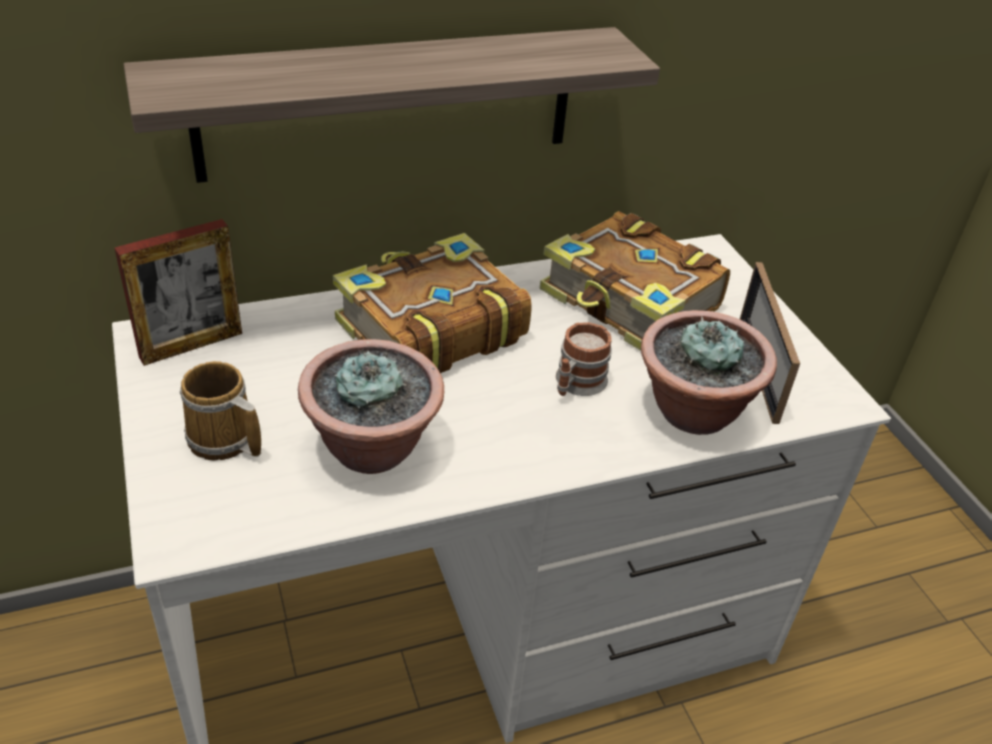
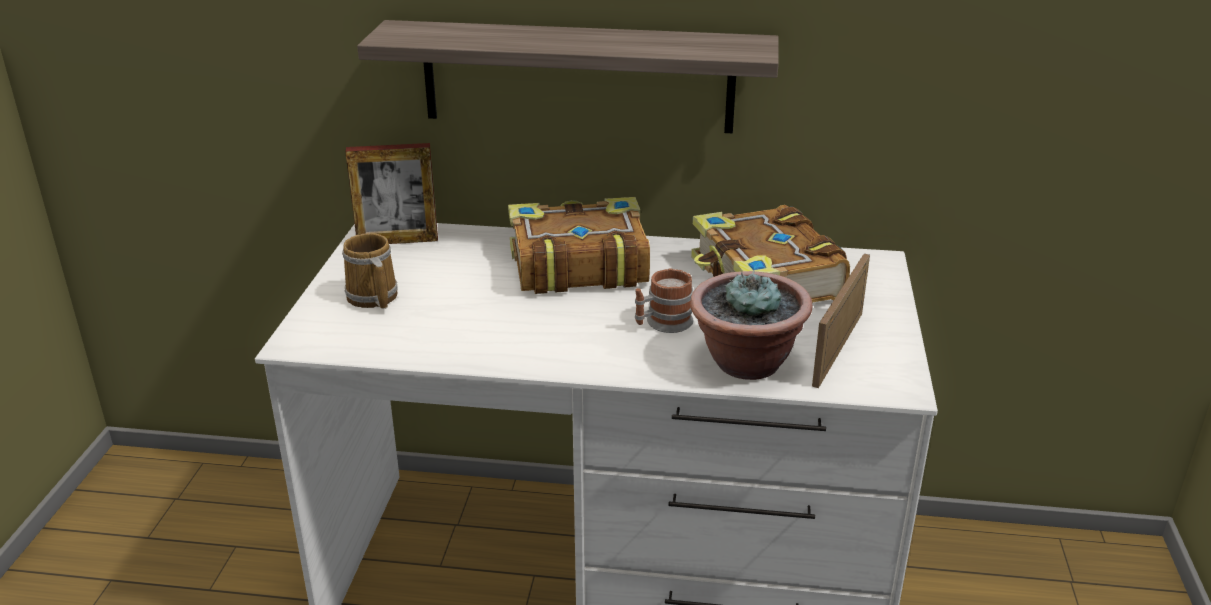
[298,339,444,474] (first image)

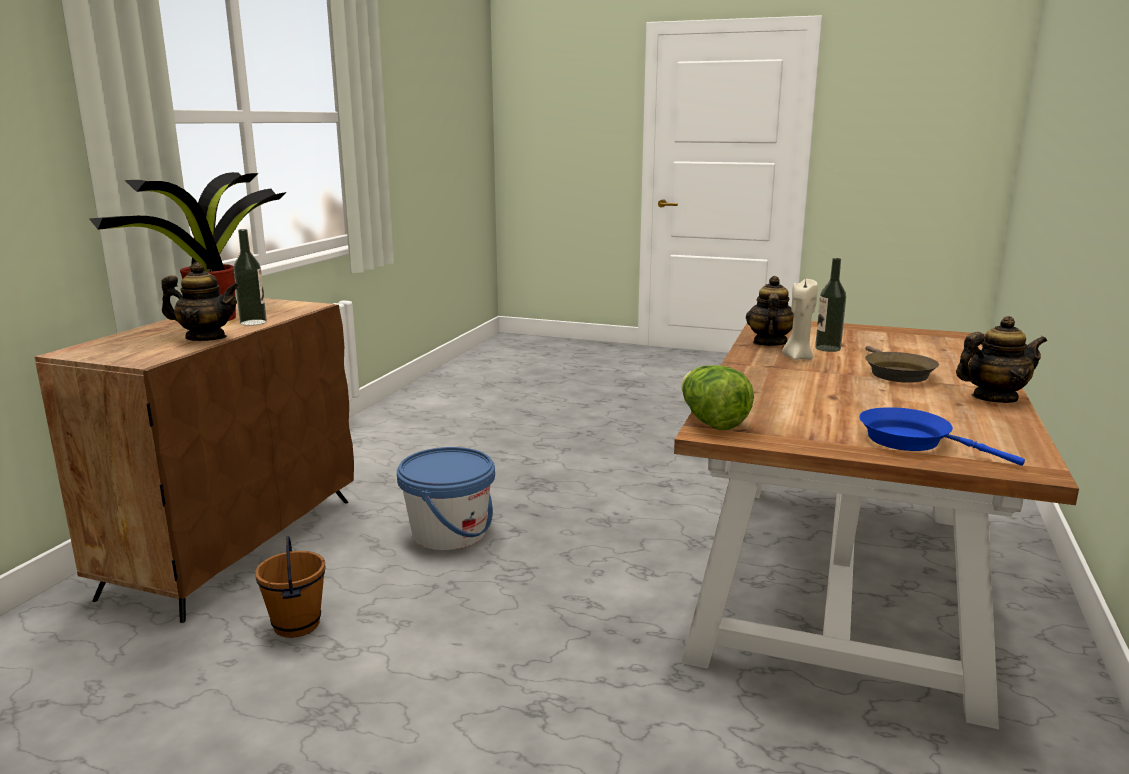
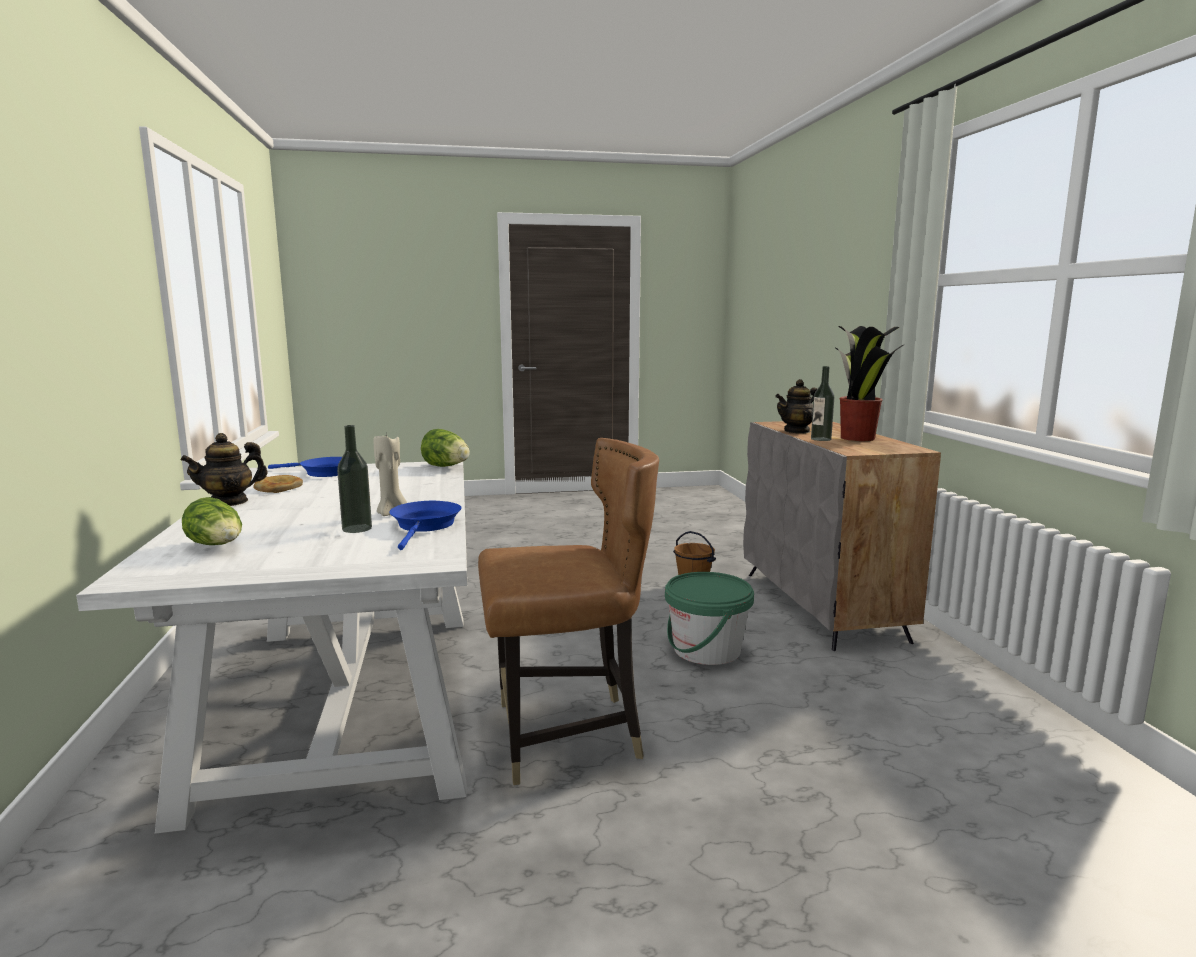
[76,462,467,834]
[182,497,242,545]
[253,475,303,493]
[389,501,462,550]
[478,438,659,785]
[665,572,754,665]
[743,421,941,651]
[865,346,939,383] (first image)

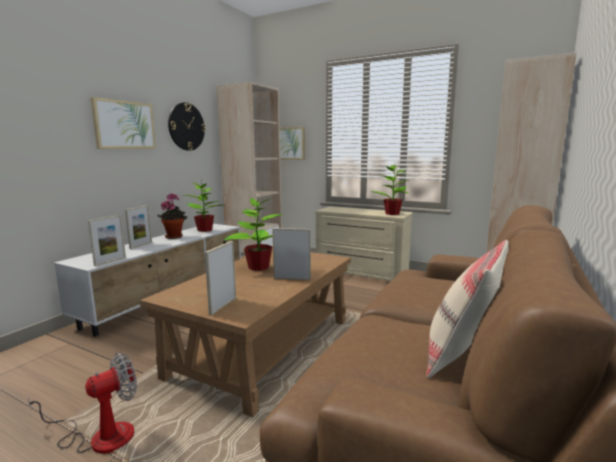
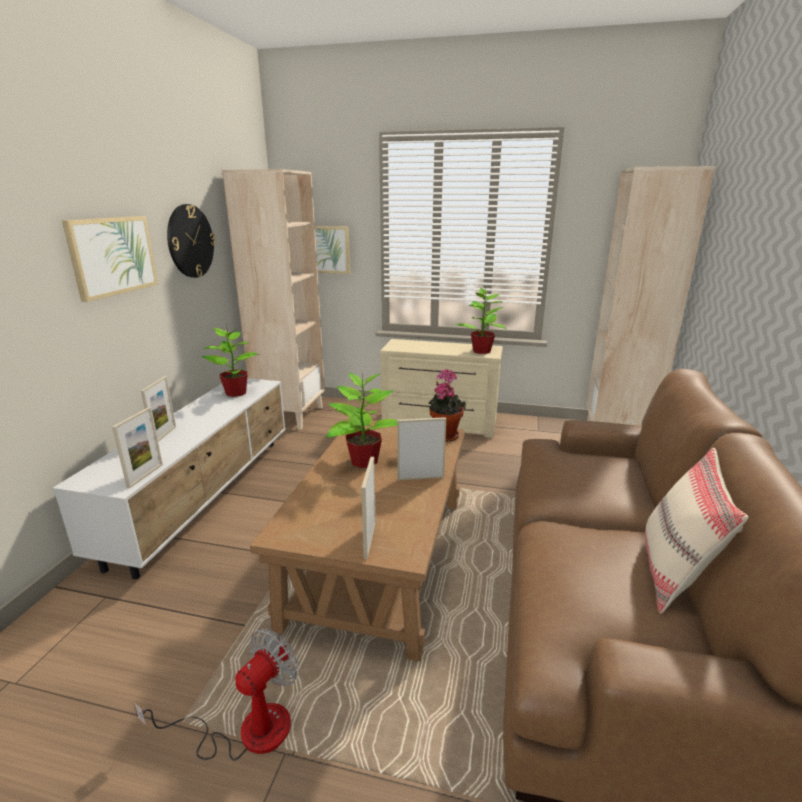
[429,369,466,442]

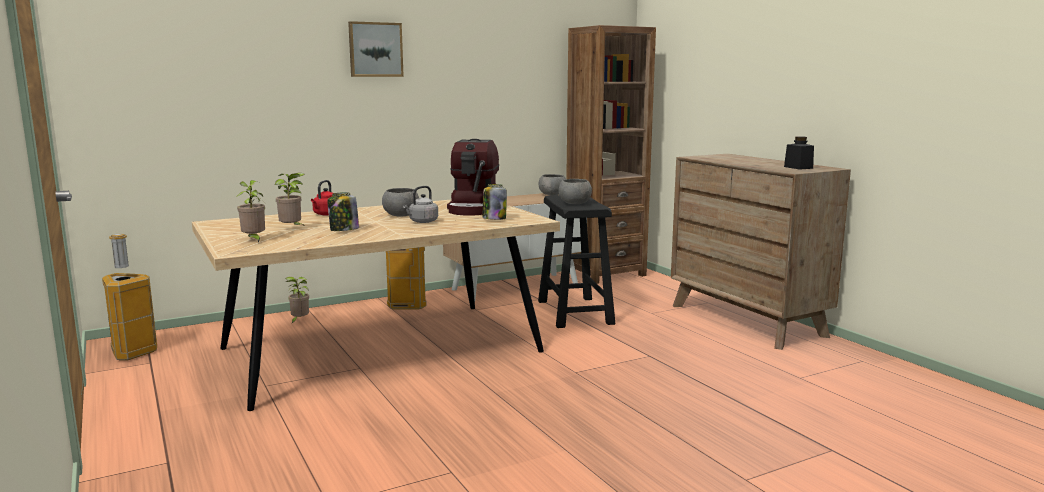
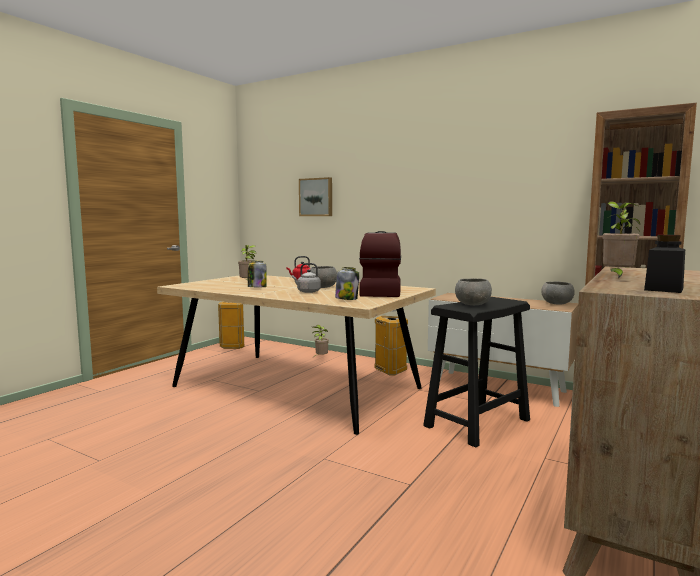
[299,177,332,216]
[360,231,401,297]
[603,201,640,279]

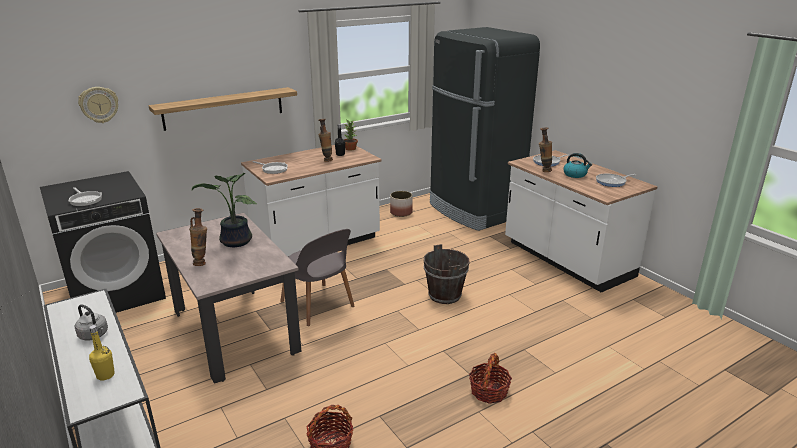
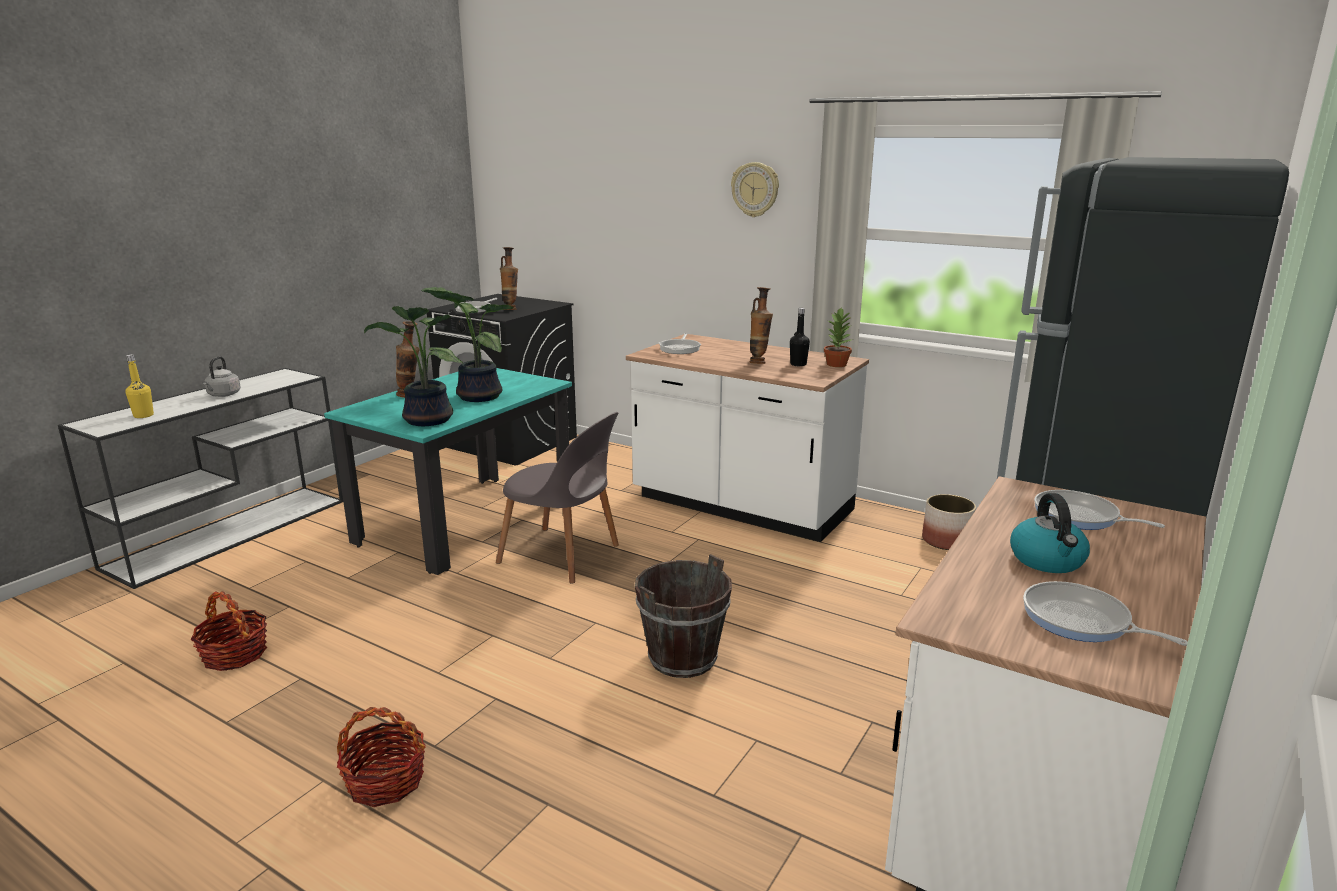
[324,368,572,575]
[364,306,463,426]
[496,412,619,584]
[500,247,518,310]
[731,162,779,217]
[148,87,297,131] (first image)

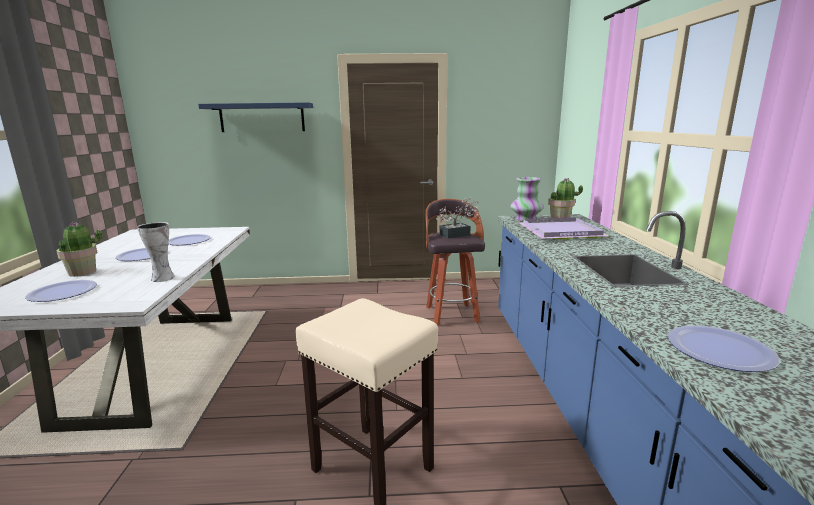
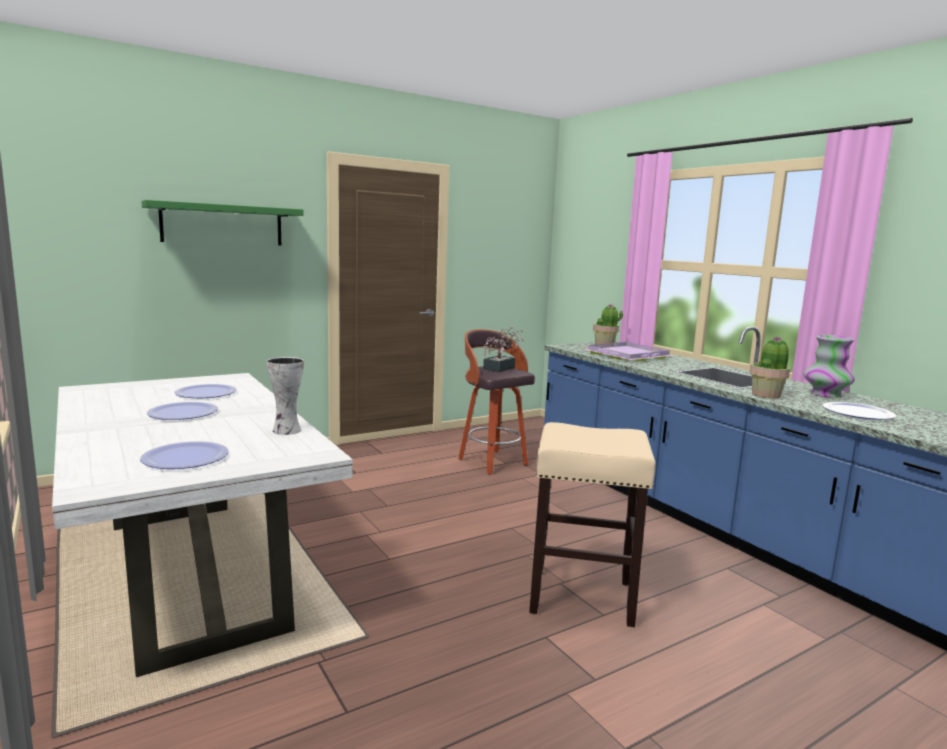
[141,200,304,246]
[749,336,790,399]
[804,335,855,398]

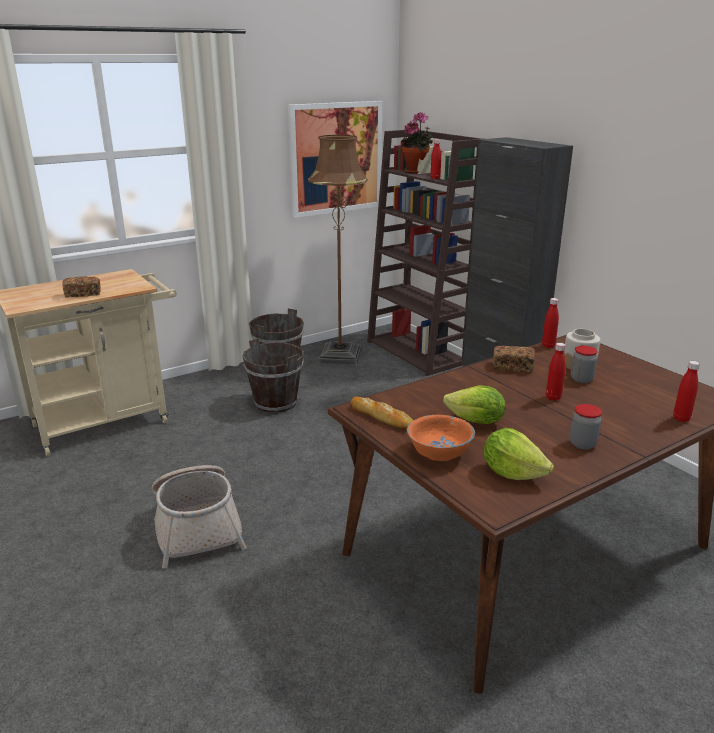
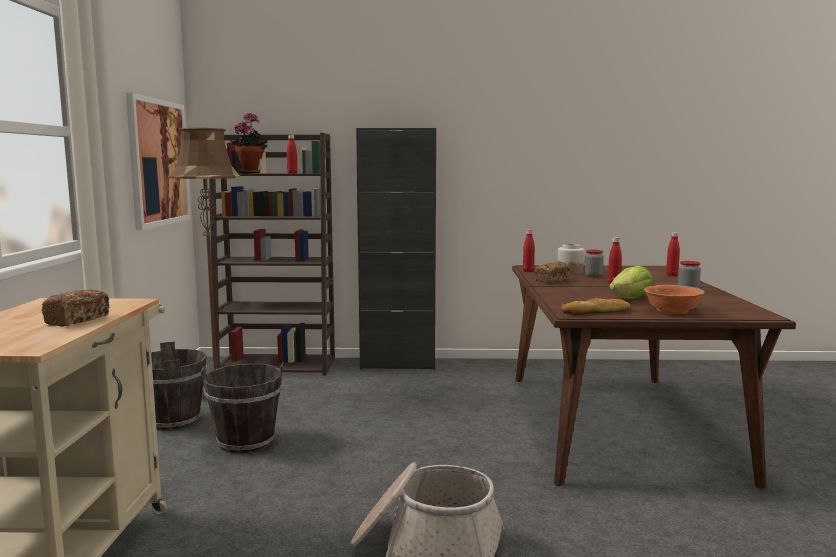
[483,428,554,480] (first image)

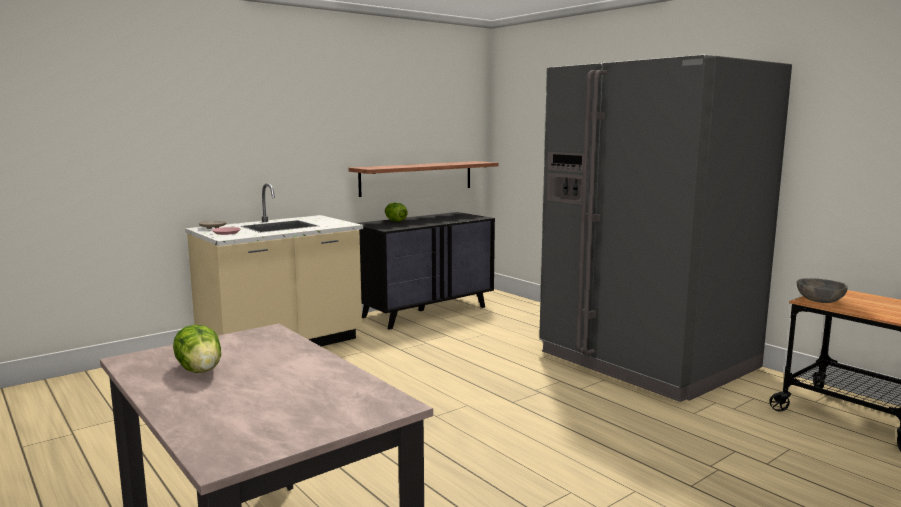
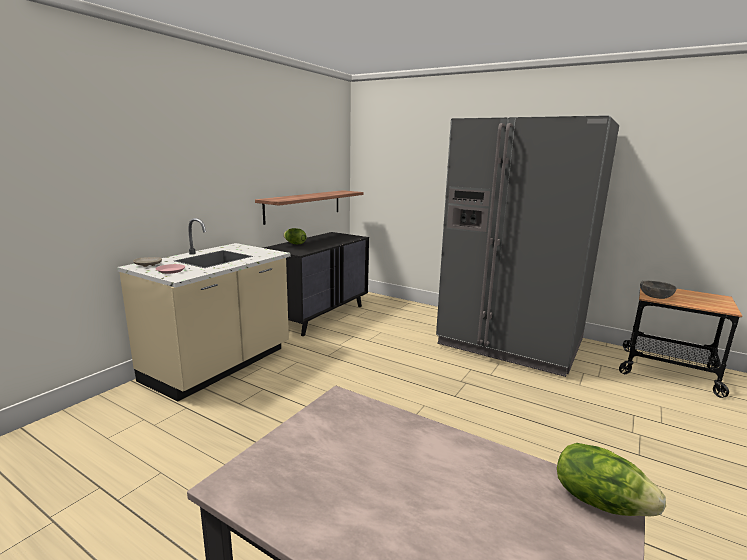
[557,443,666,517]

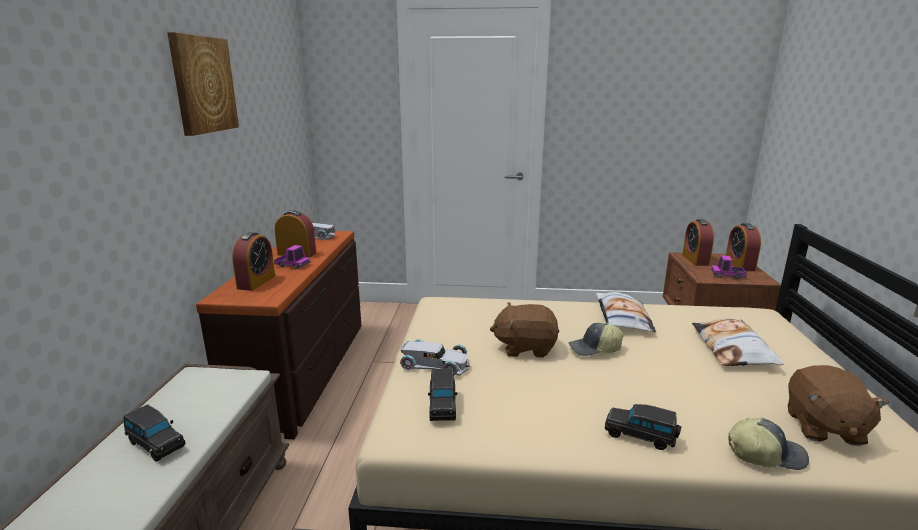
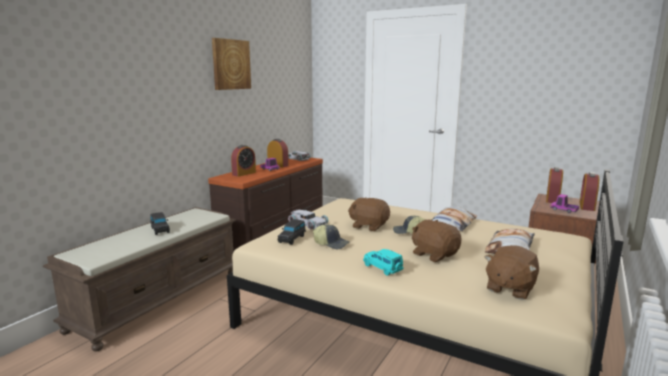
[313,224,350,249]
[363,249,404,276]
[412,220,462,262]

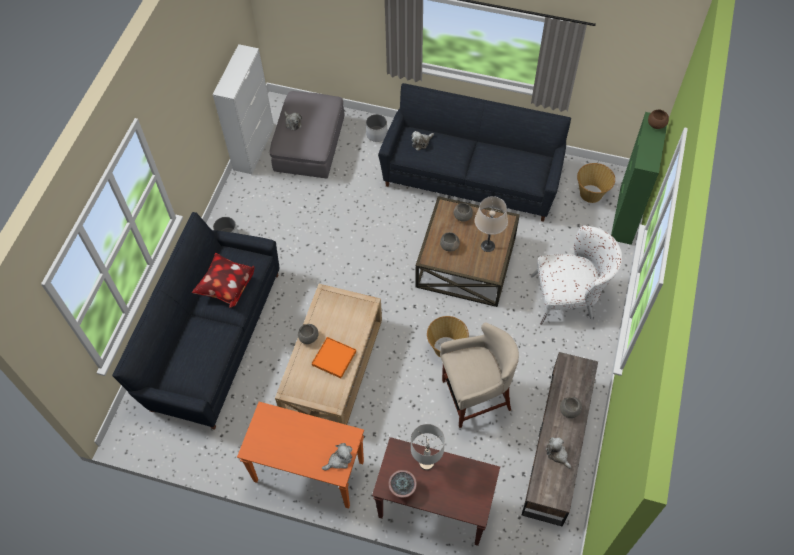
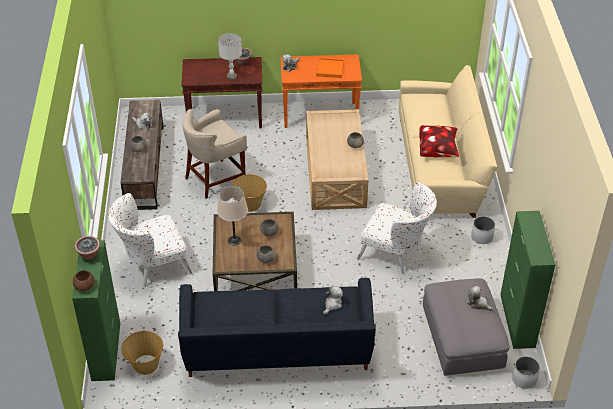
[75,236,100,260]
[316,58,344,78]
[357,182,437,274]
[399,65,497,218]
[500,211,555,349]
[512,356,540,388]

